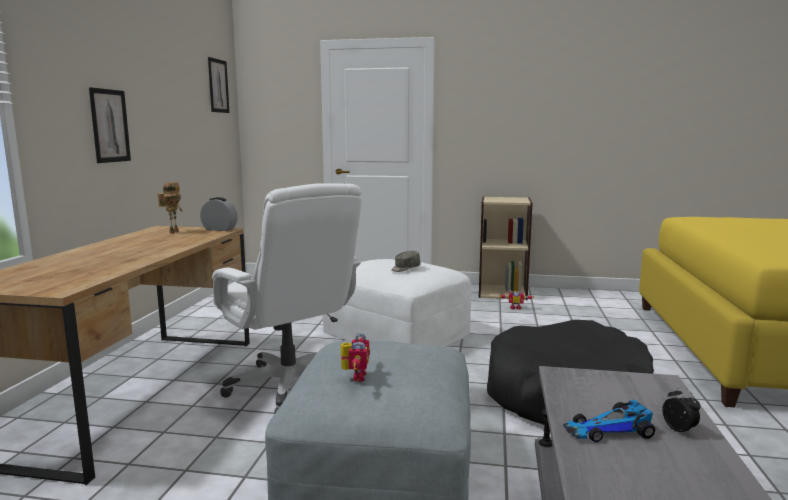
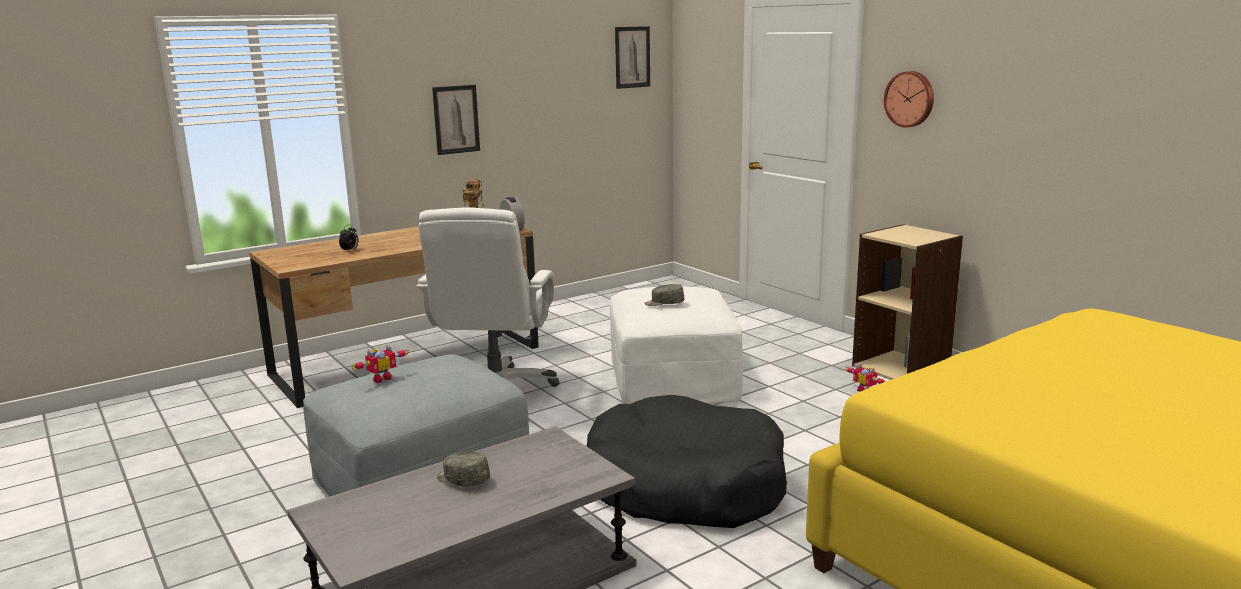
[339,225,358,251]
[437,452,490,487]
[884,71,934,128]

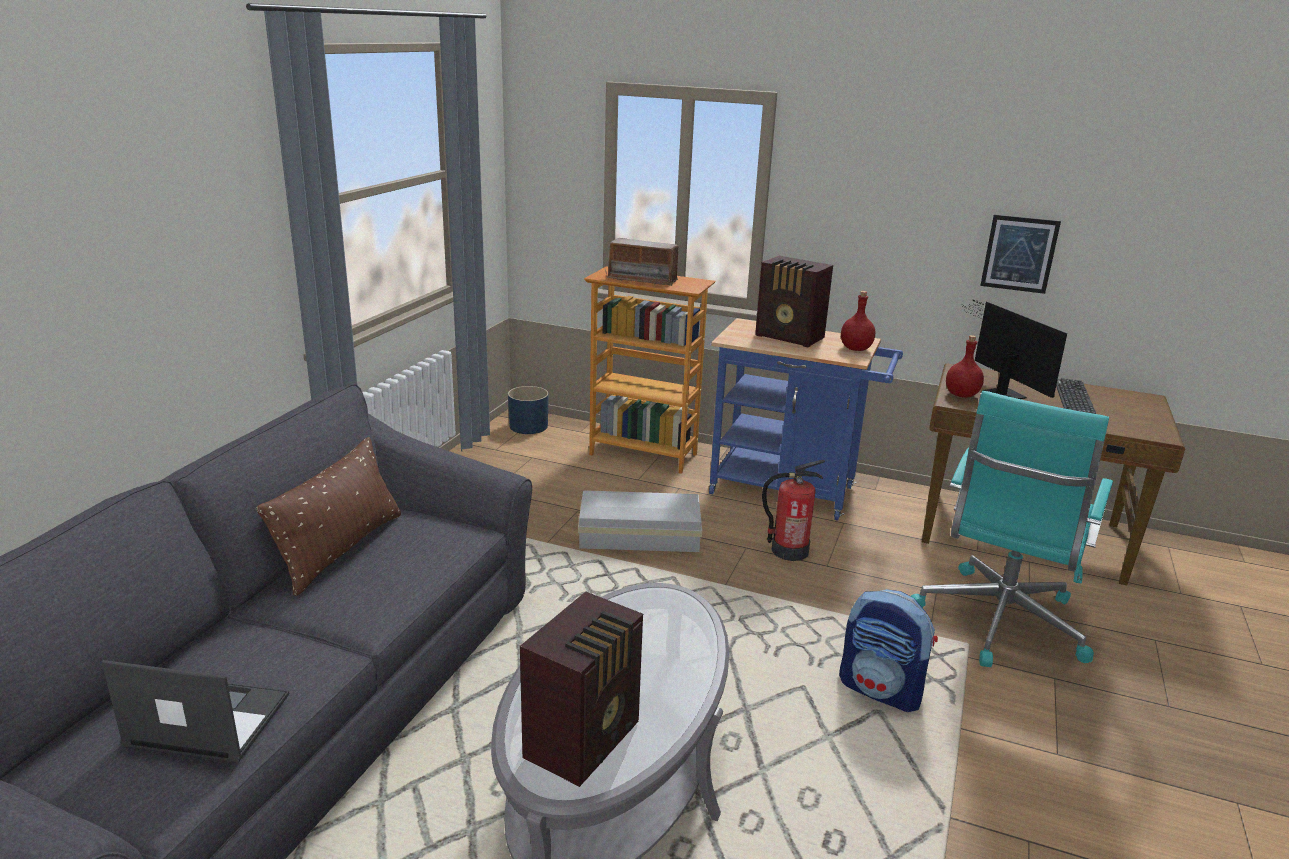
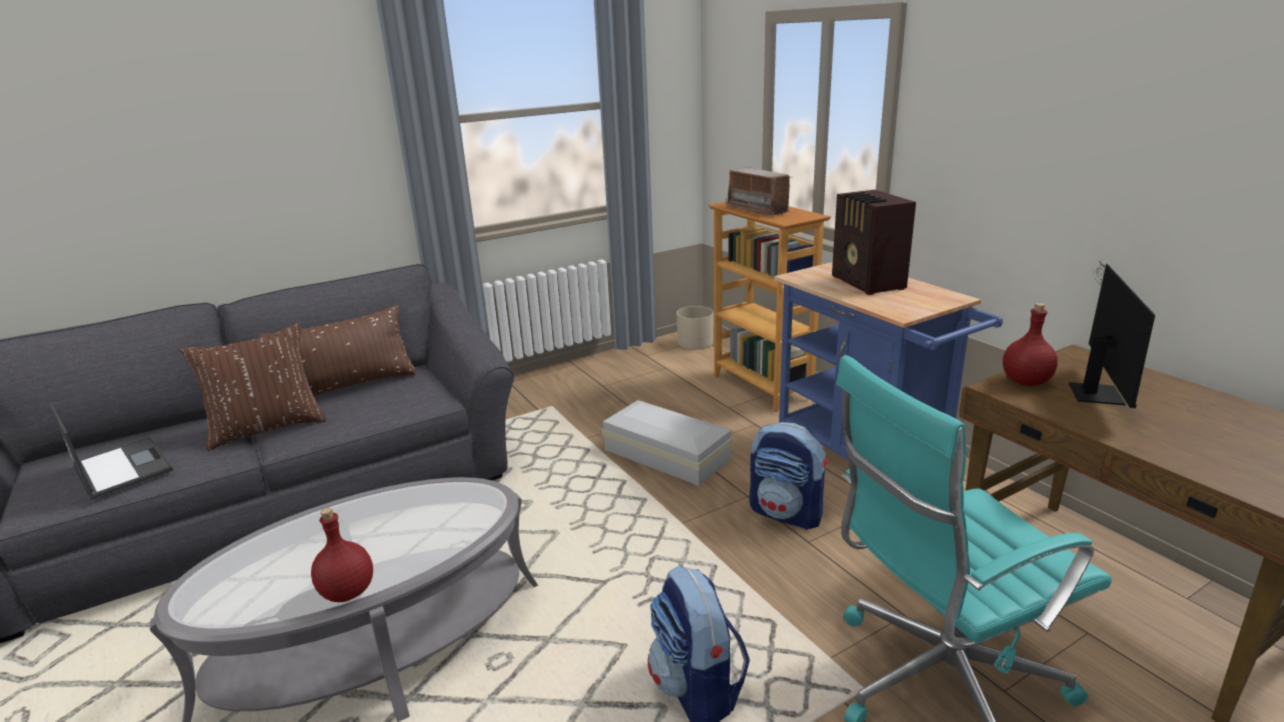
[180,323,327,451]
[311,508,373,602]
[677,306,714,350]
[749,422,828,530]
[520,592,643,787] (first image)
[980,215,1061,294] (first image)
[1056,378,1096,414] (first image)

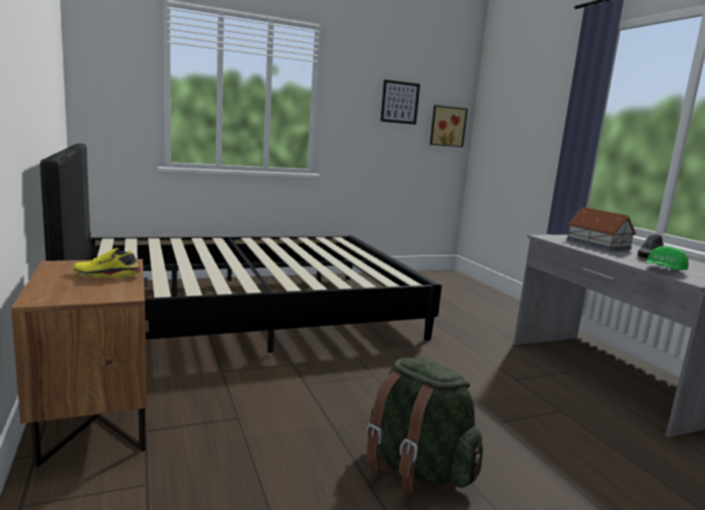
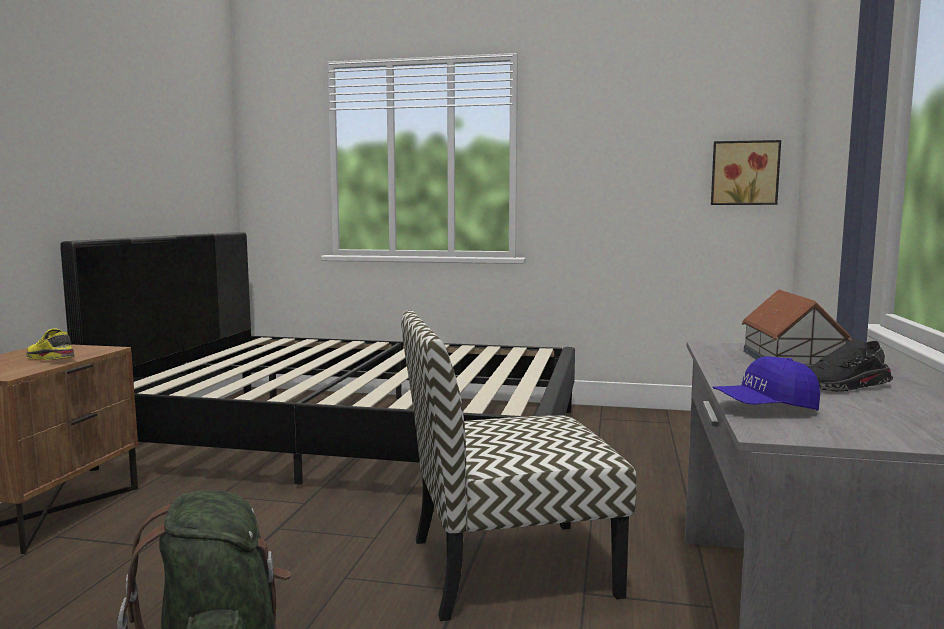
[401,310,637,621]
[713,356,820,411]
[380,80,420,125] (first image)

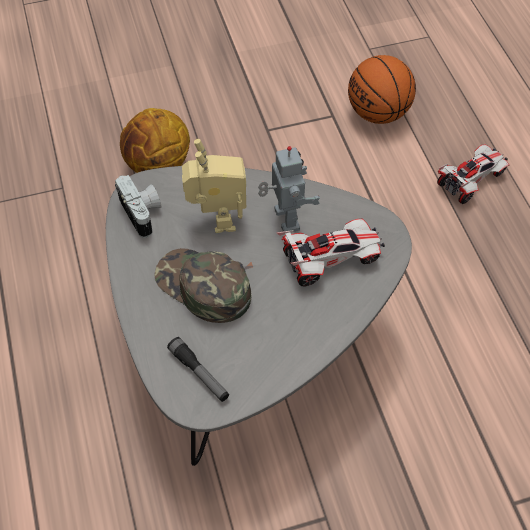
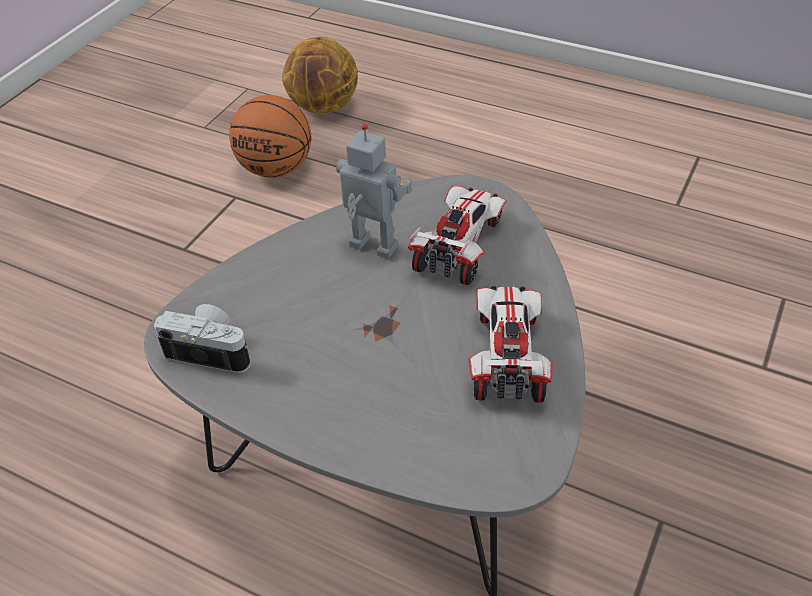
[282,37,358,113]
[468,284,552,403]
[154,248,251,323] (first image)
[167,337,229,402] (first image)
[182,139,246,233] (first image)

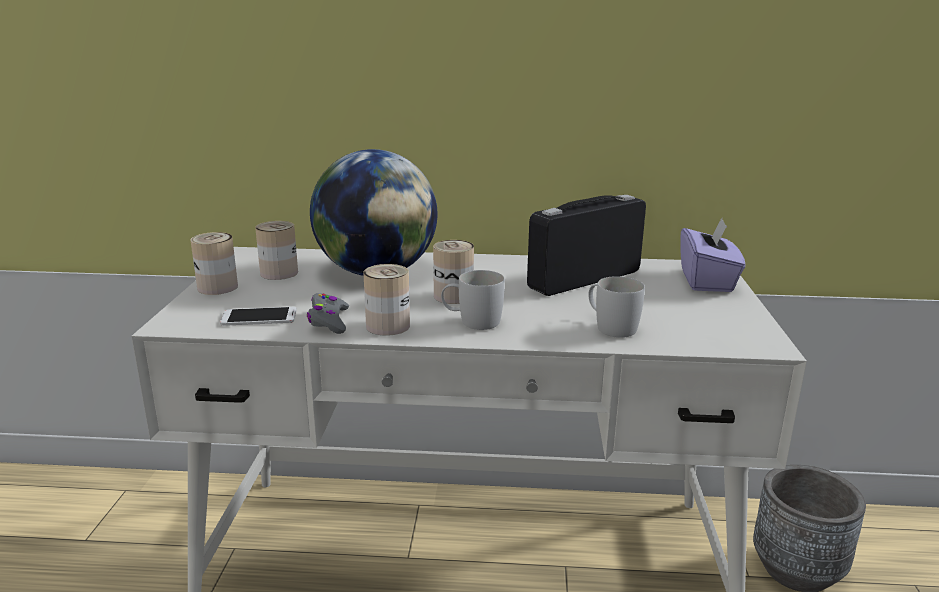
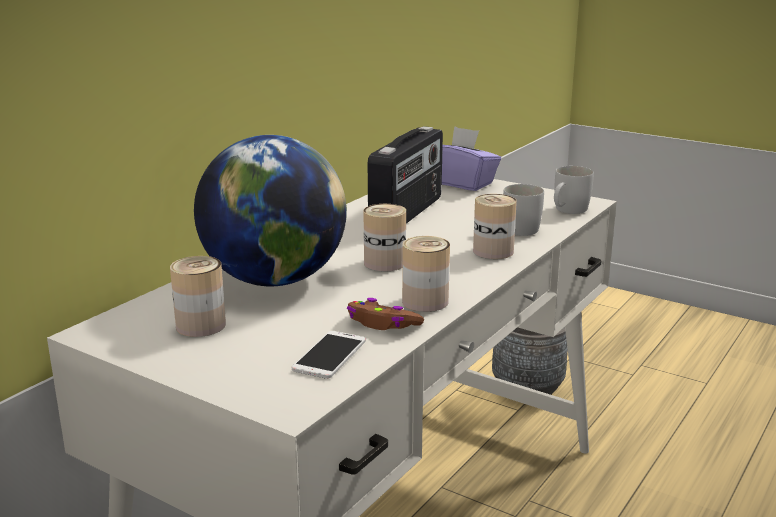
[347,298,424,330]
[368,126,443,224]
[473,194,517,259]
[554,166,594,214]

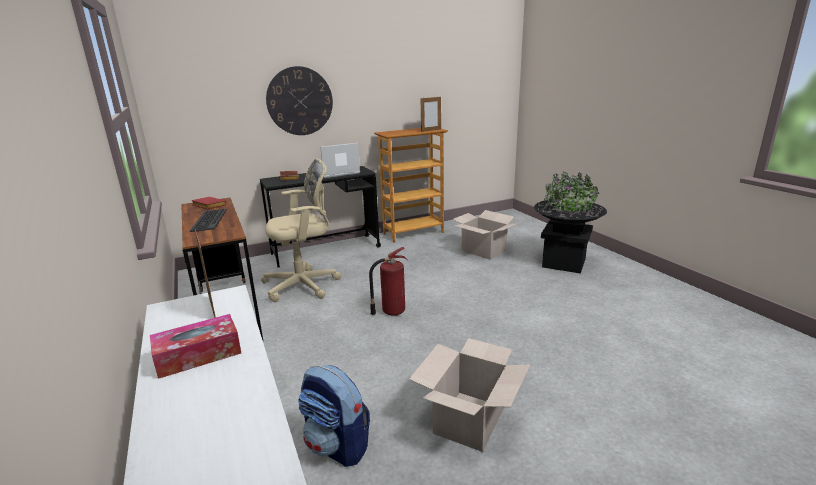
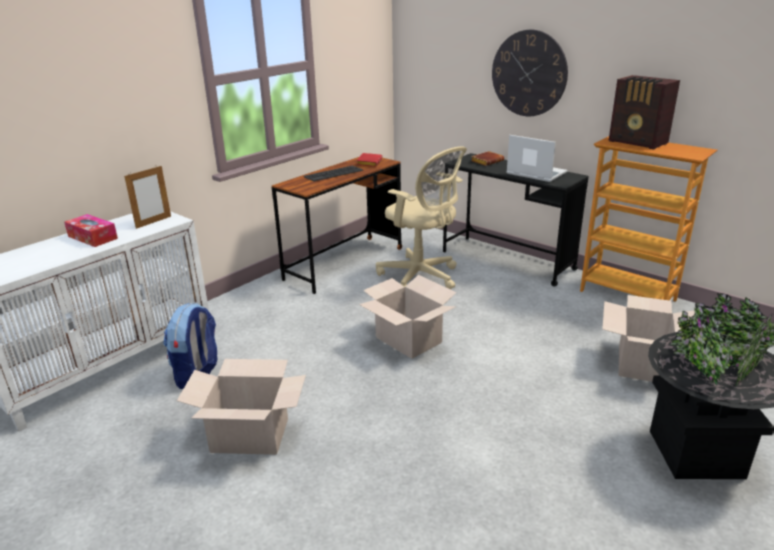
[359,275,457,359]
[609,75,680,149]
[420,97,441,132] (first image)

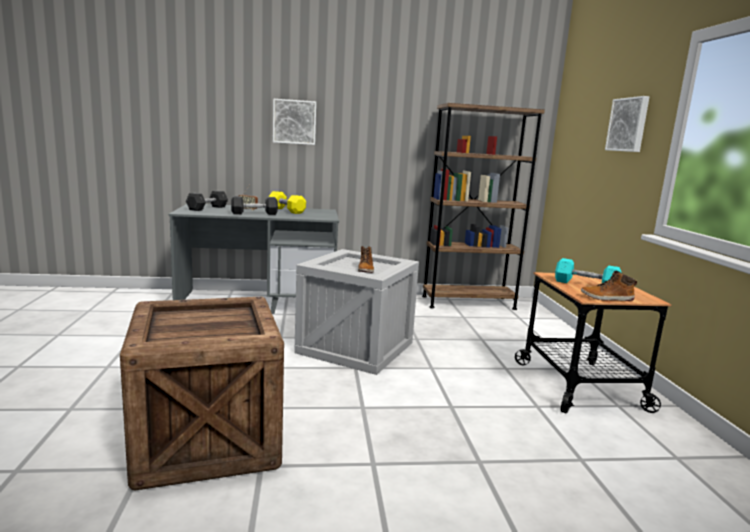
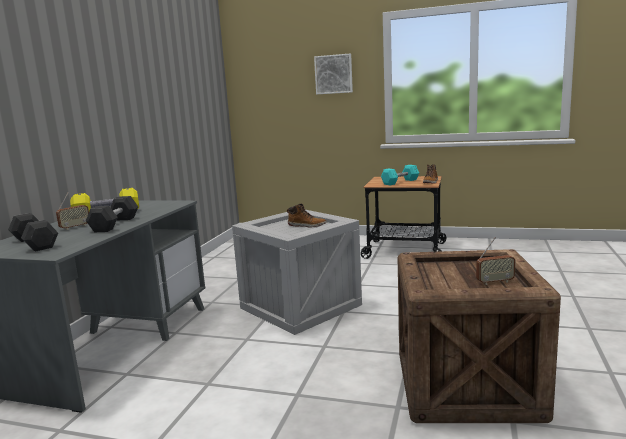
[476,238,516,285]
[273,99,316,145] (first image)
[422,103,545,310] (first image)

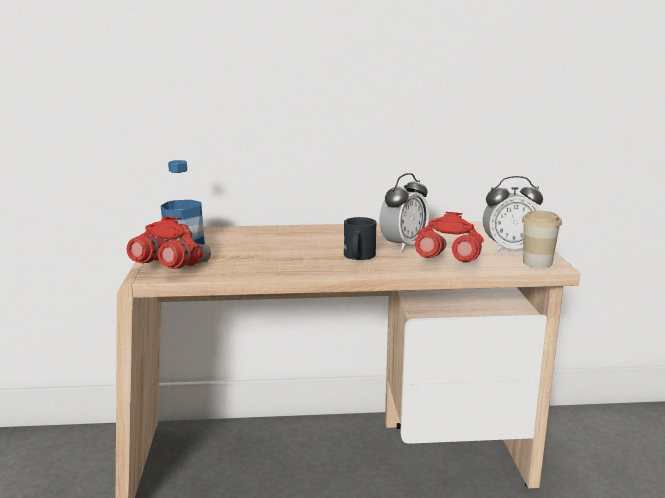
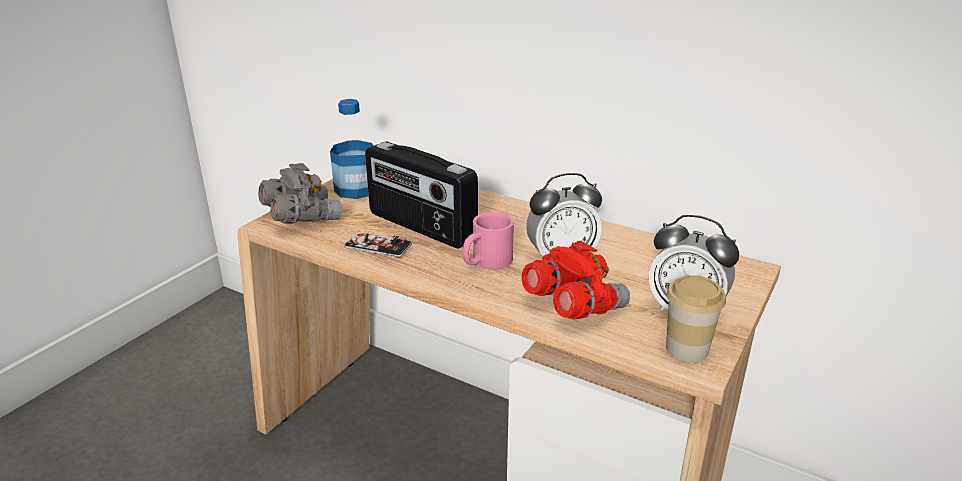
[258,163,342,224]
[344,230,412,258]
[365,142,478,249]
[463,212,514,269]

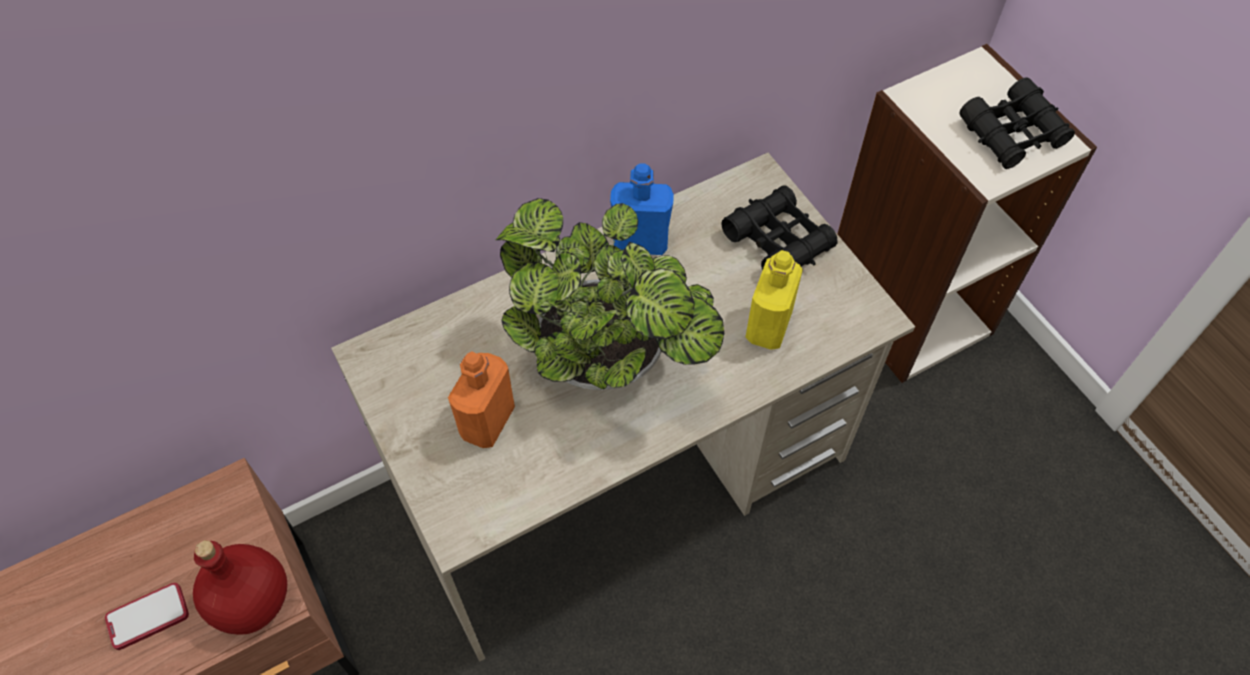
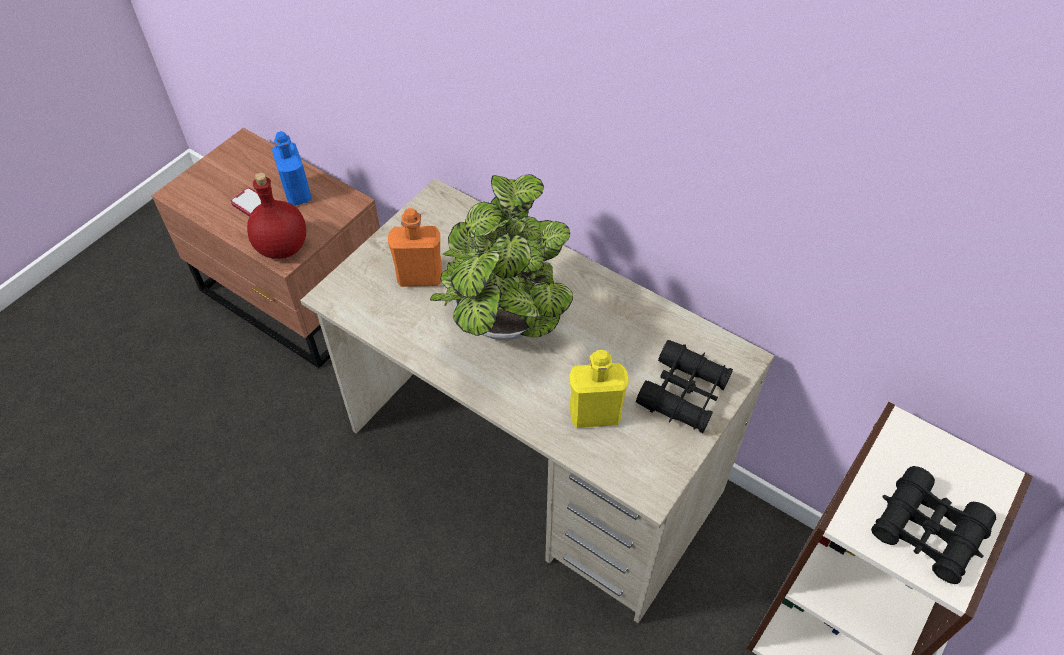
[272,131,312,206]

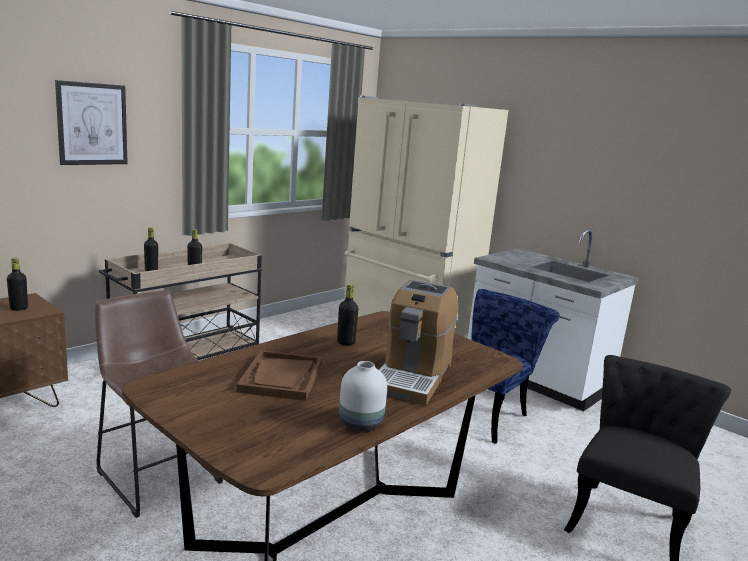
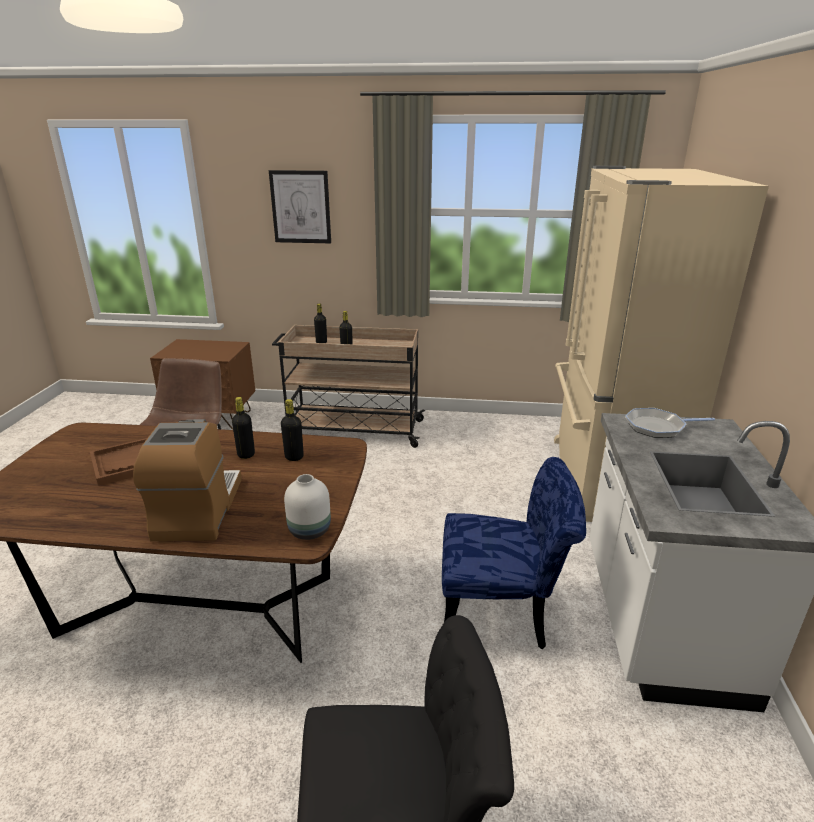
[133,419,242,541]
[281,399,304,461]
[284,474,331,540]
[625,408,715,438]

